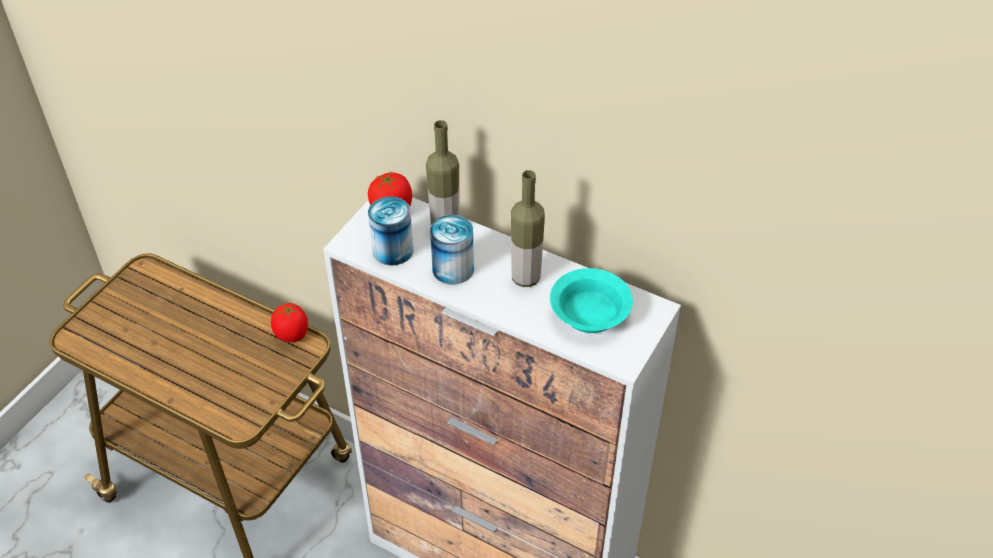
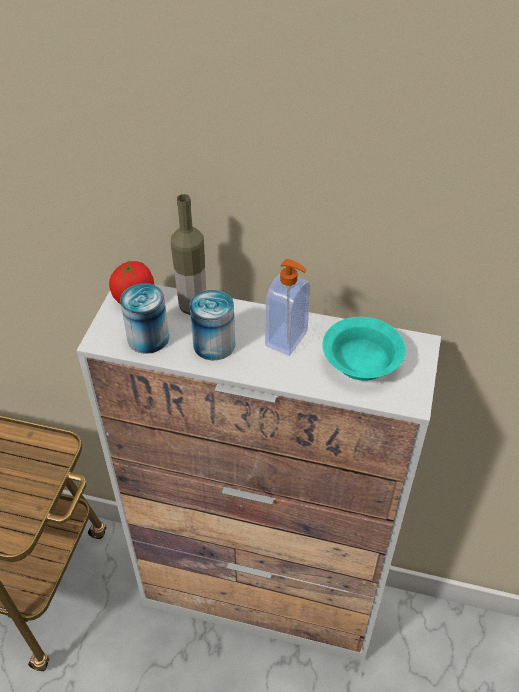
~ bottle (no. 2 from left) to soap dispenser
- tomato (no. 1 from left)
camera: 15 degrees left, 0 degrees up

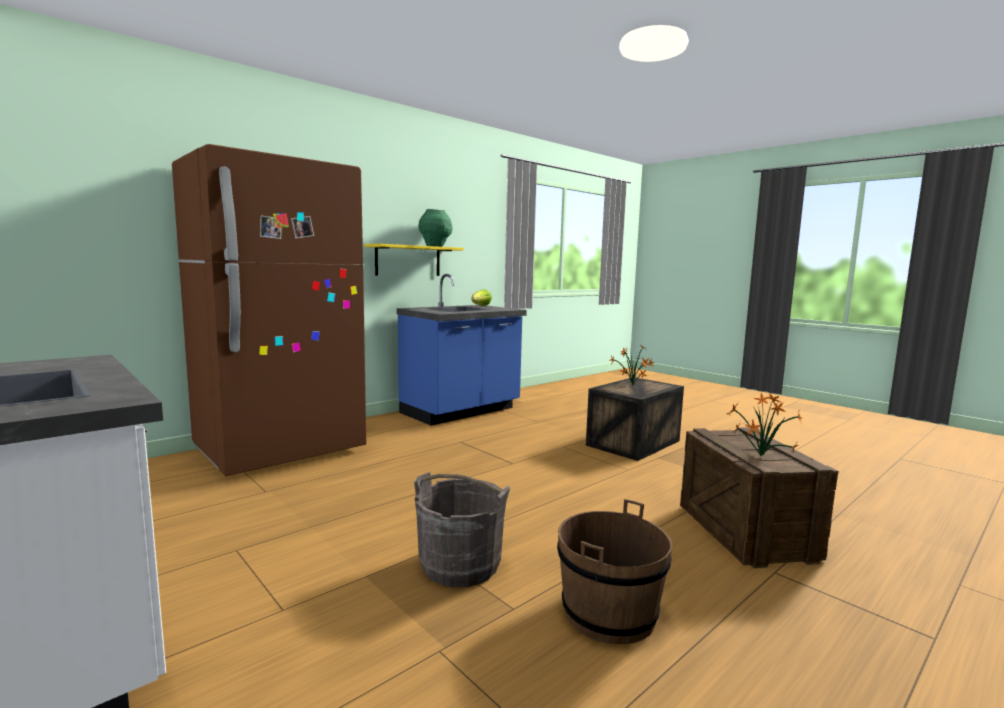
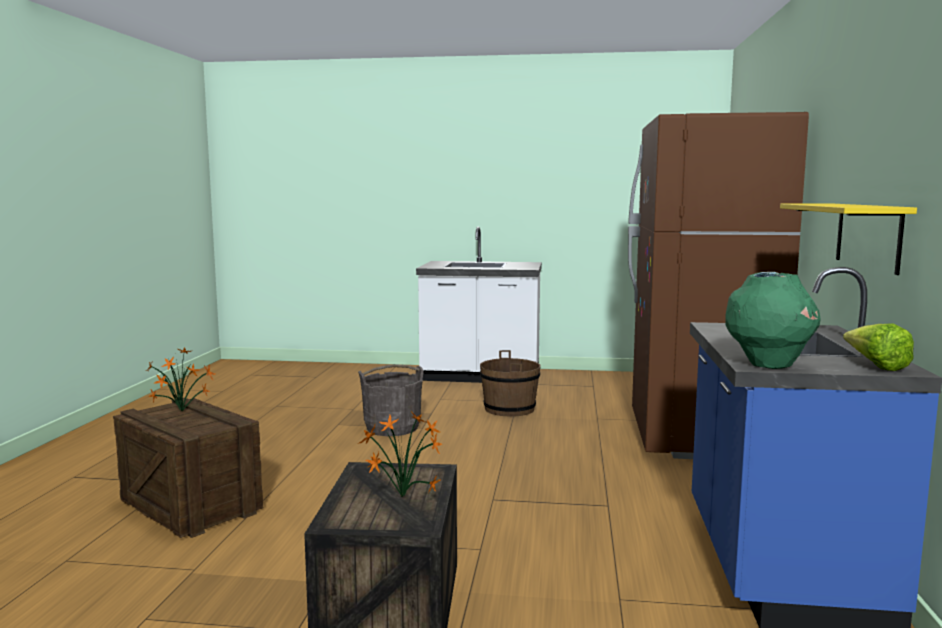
~ bucket in brown
~ vase in green
camera: 140 degrees right, 0 degrees up

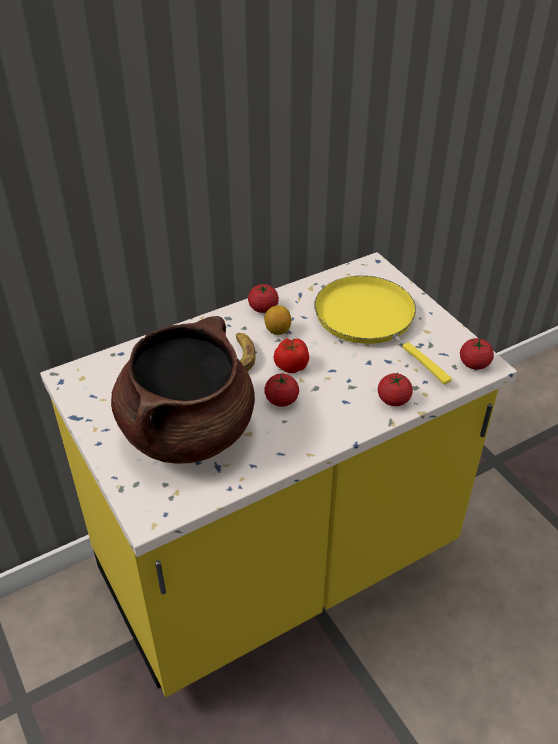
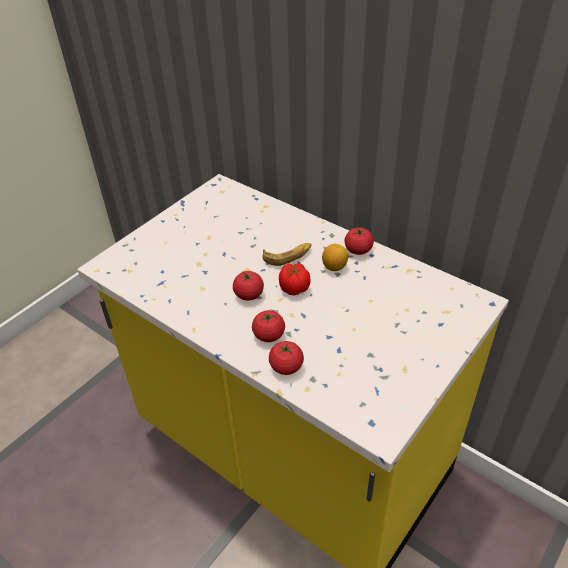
~ tomato (no. 5 from left in the first image) to tomato (no. 2 from left)
- cooking pot in brown
- frying pan in yellow
camera: 70 degrees right, 0 degrees up

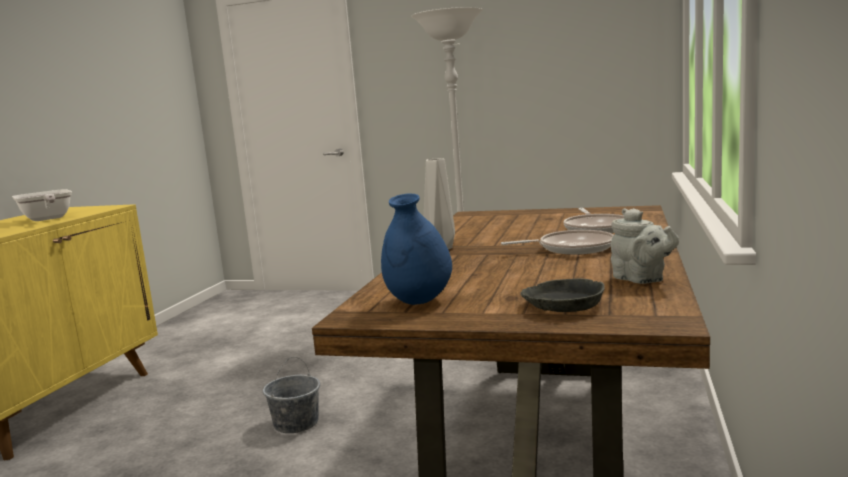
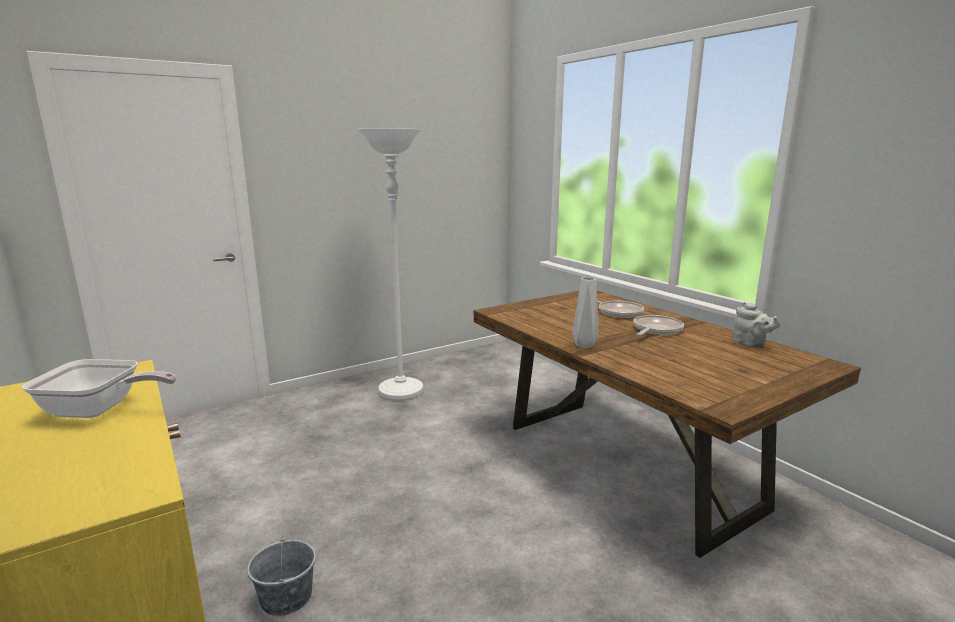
~ bucket in grey
~ teapot in grey 45 degrees clockwise
- vase in blue
- bowl in grey
camera: 50 degrees left, 5 degrees up

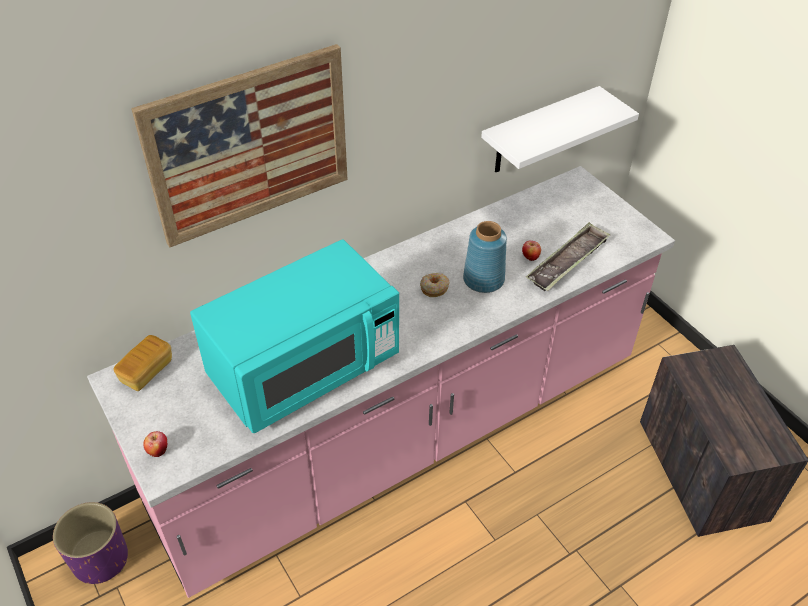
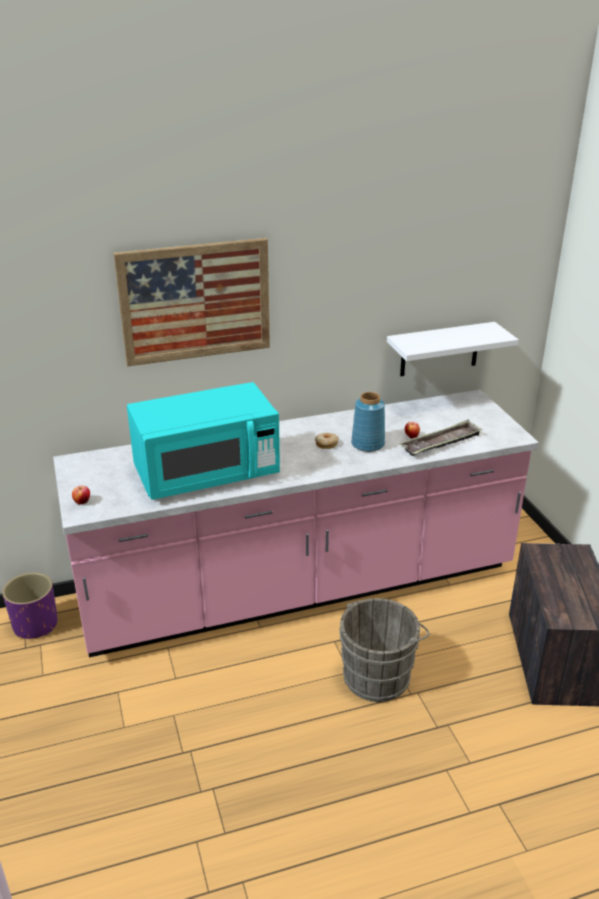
+ bucket in grey
- bread
camera: 15 degrees right, 15 degrees down

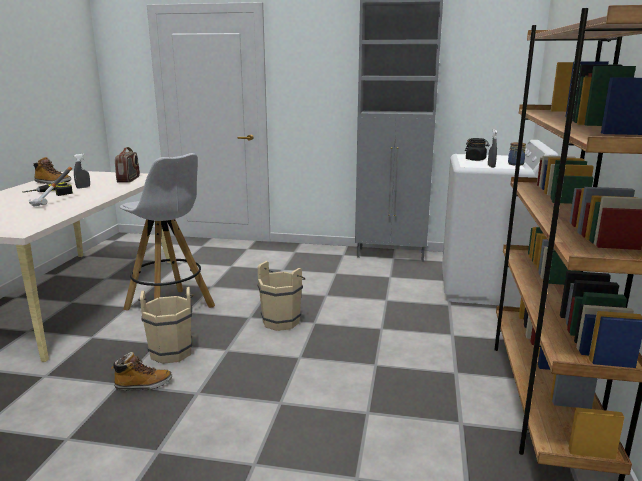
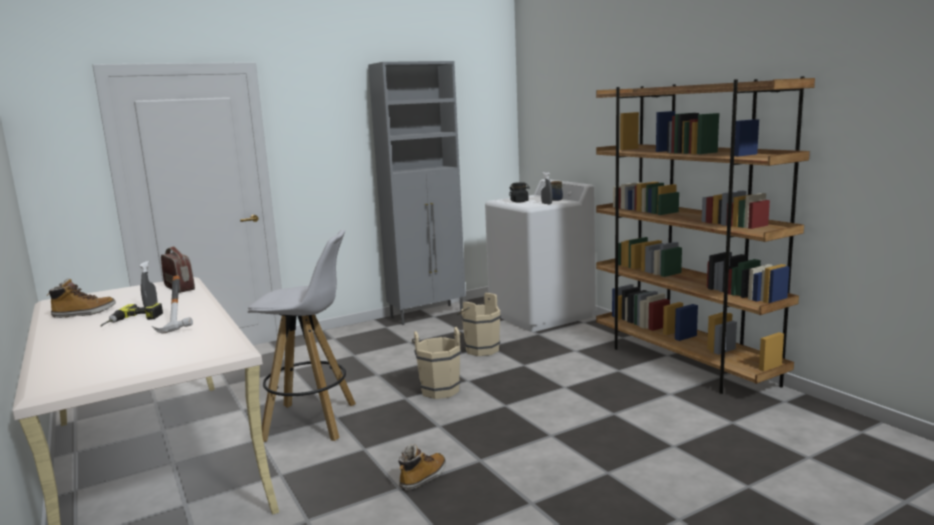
~ bucket in beige (no. 1 from left in the first image) to bucket in beige (no. 2 from left)
camera: 40 degrees left, 5 degrees down

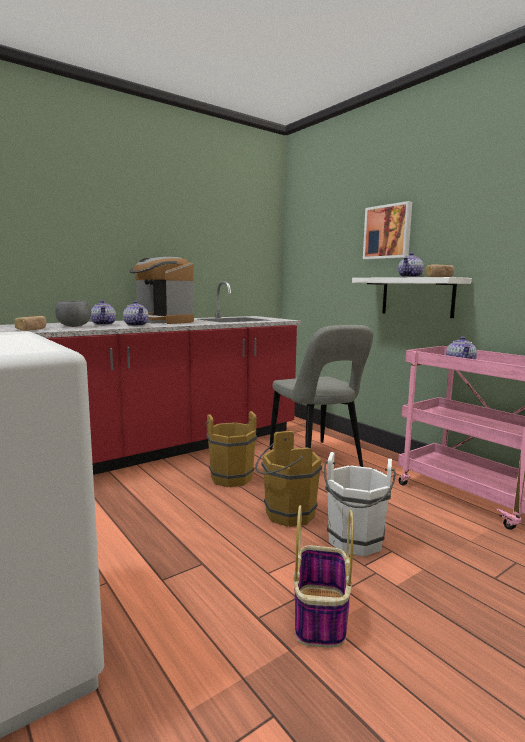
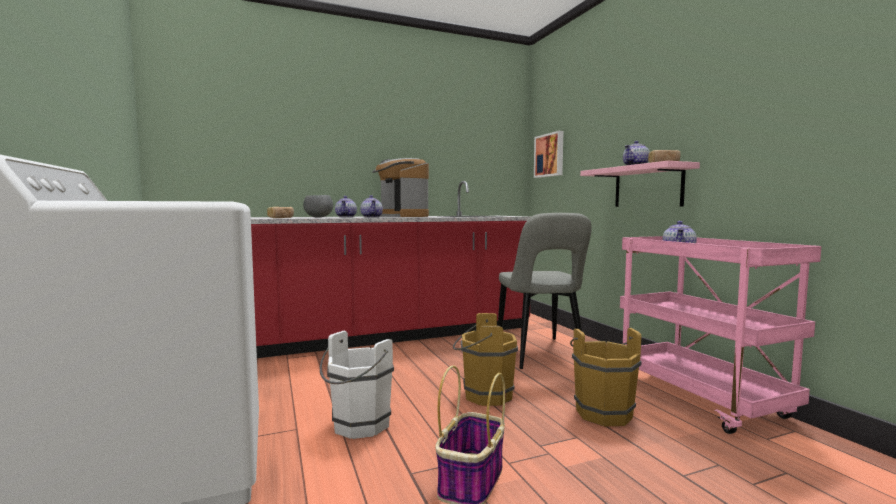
~ bucket in white
~ picture
~ bucket in brown (no. 1 from left in the first image) to bucket in brown (no. 2 from left)
~ shelf in white to shelf in pink
camera: 15 degrees right, 5 degrees down

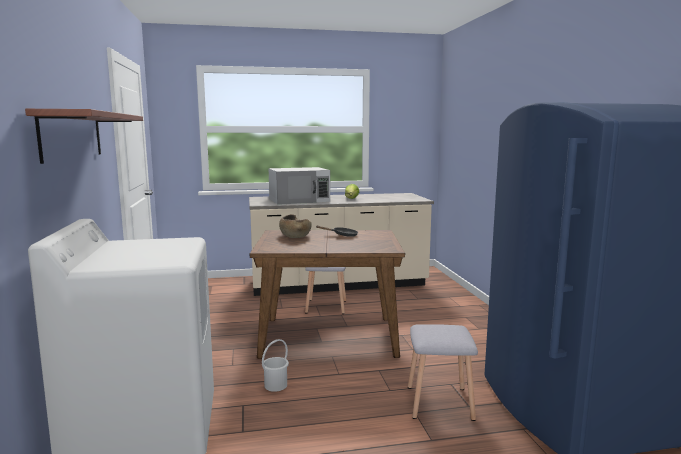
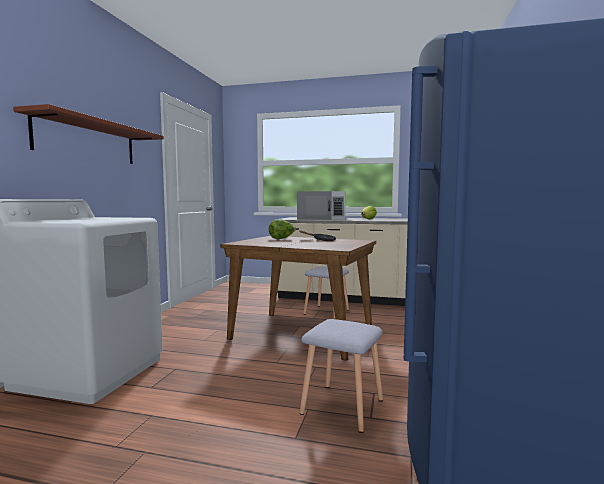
~ bowl in brown to lettuce (no. 1 from left)
- bucket in white
camera: 25 degrees right, 5 degrees down

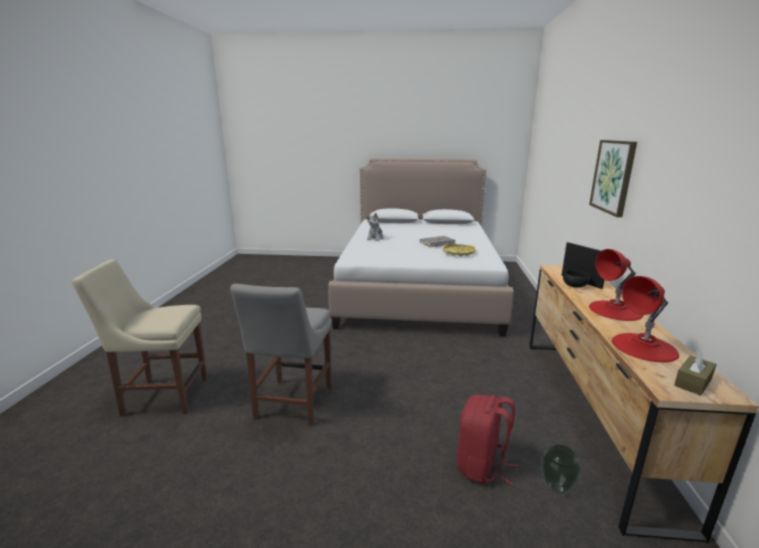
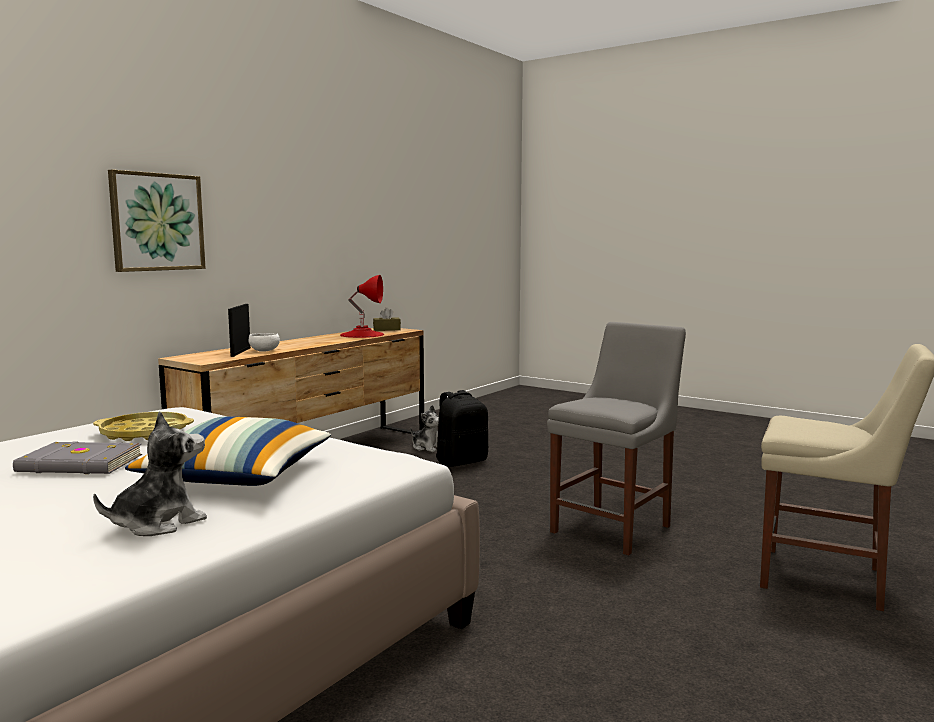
+ pillow
~ bowl in black to bowl in white
~ vase to plush toy (no. 2 from left)
~ backpack in red to backpack in black
- table lamp in red (no. 1 from left)
camera: 150 degrees left, 10 degrees down

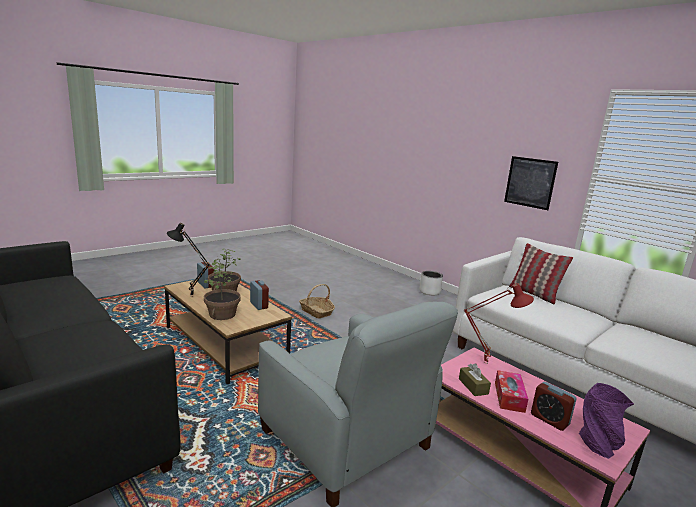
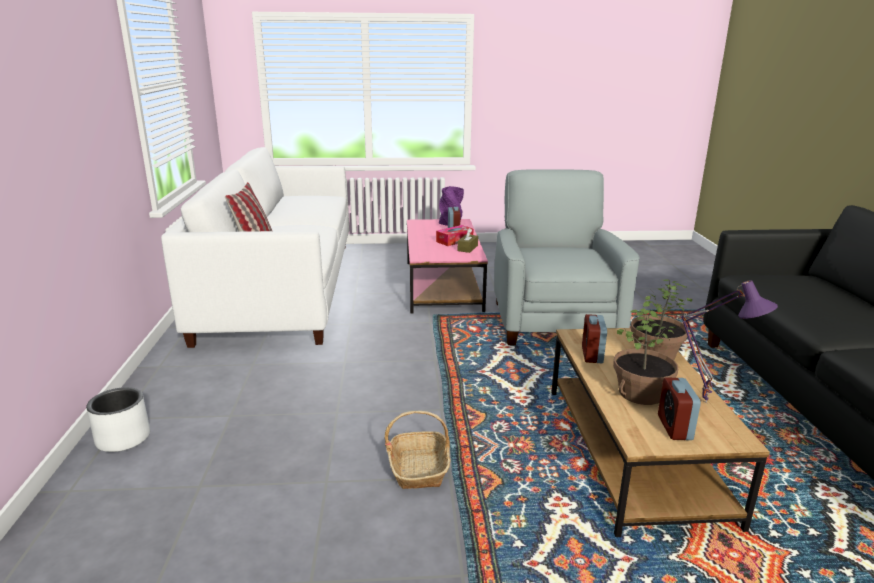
~ table lamp in black to table lamp in purple
- table lamp in red
- picture
camera: 140 degrees left, 5 degrees up

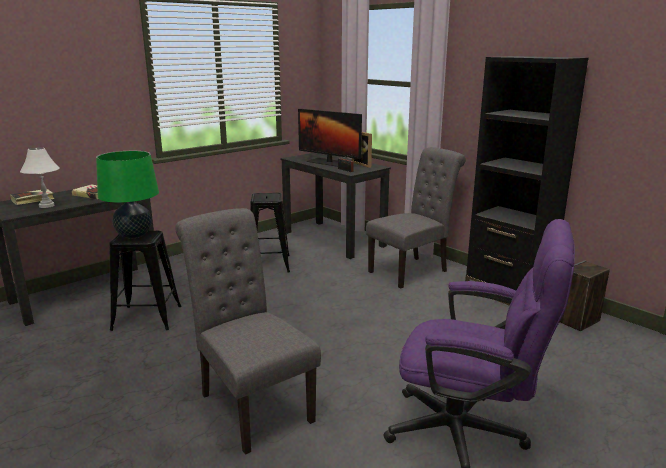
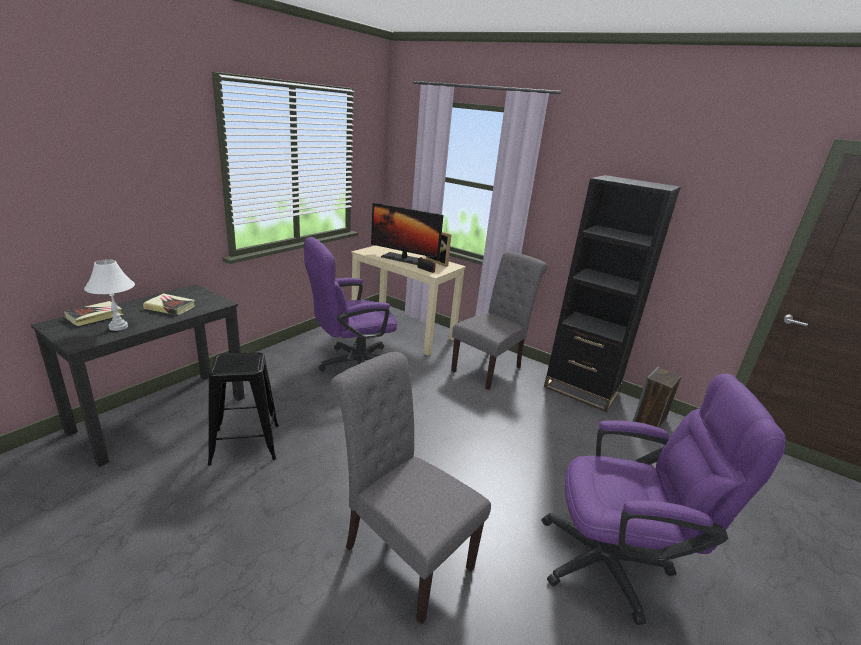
~ stool in black (no. 2 from left) to office chair in purple (no. 1 from left)
~ desk in black (no. 2 from left) to desk in beige
- table lamp in green
camera: 15 degrees left, 5 degrees up

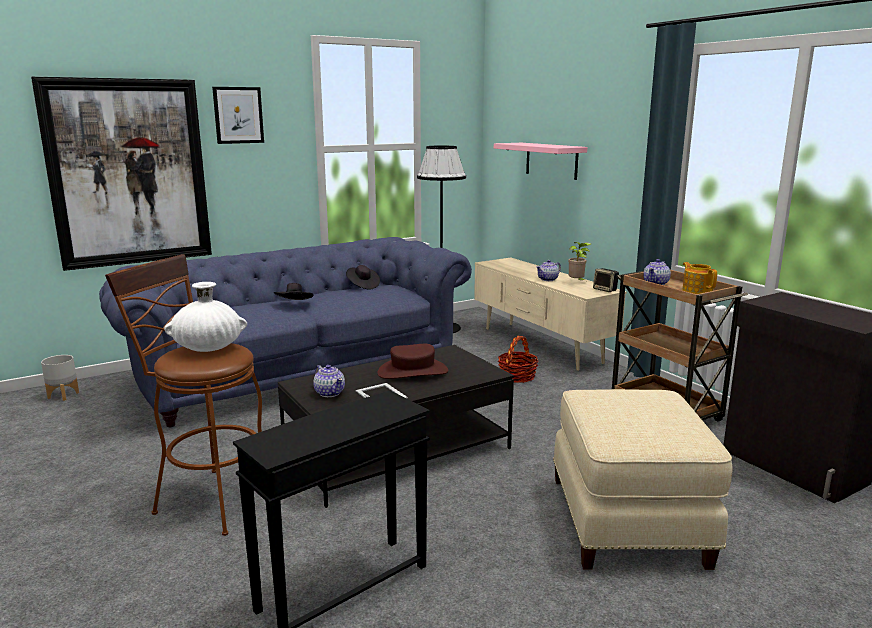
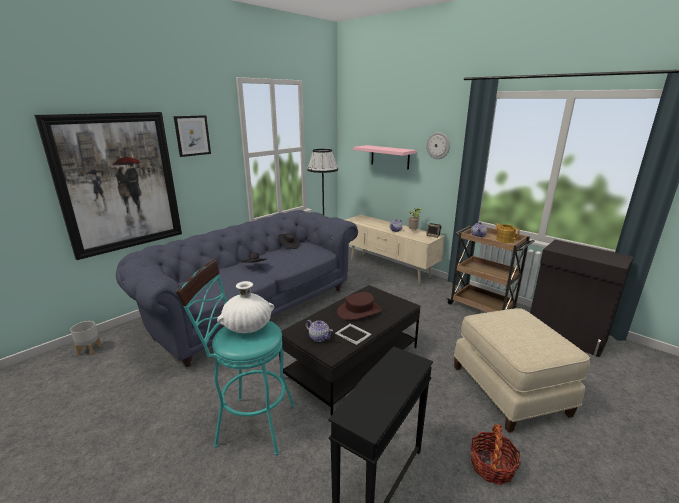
~ stool in brown to stool in turquoise
+ wall clock
~ basket
camera: 15 degrees left, 5 degrees up

